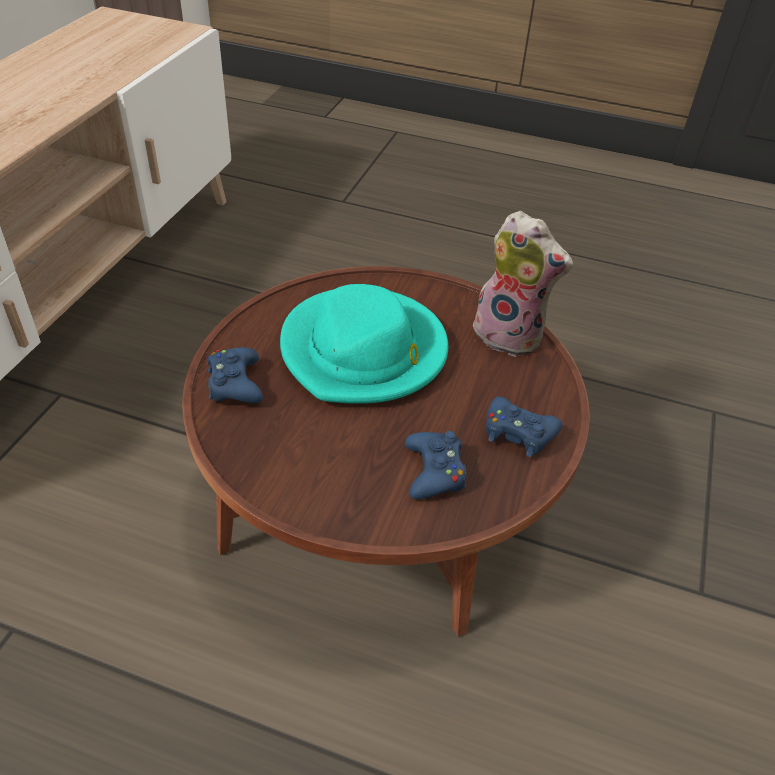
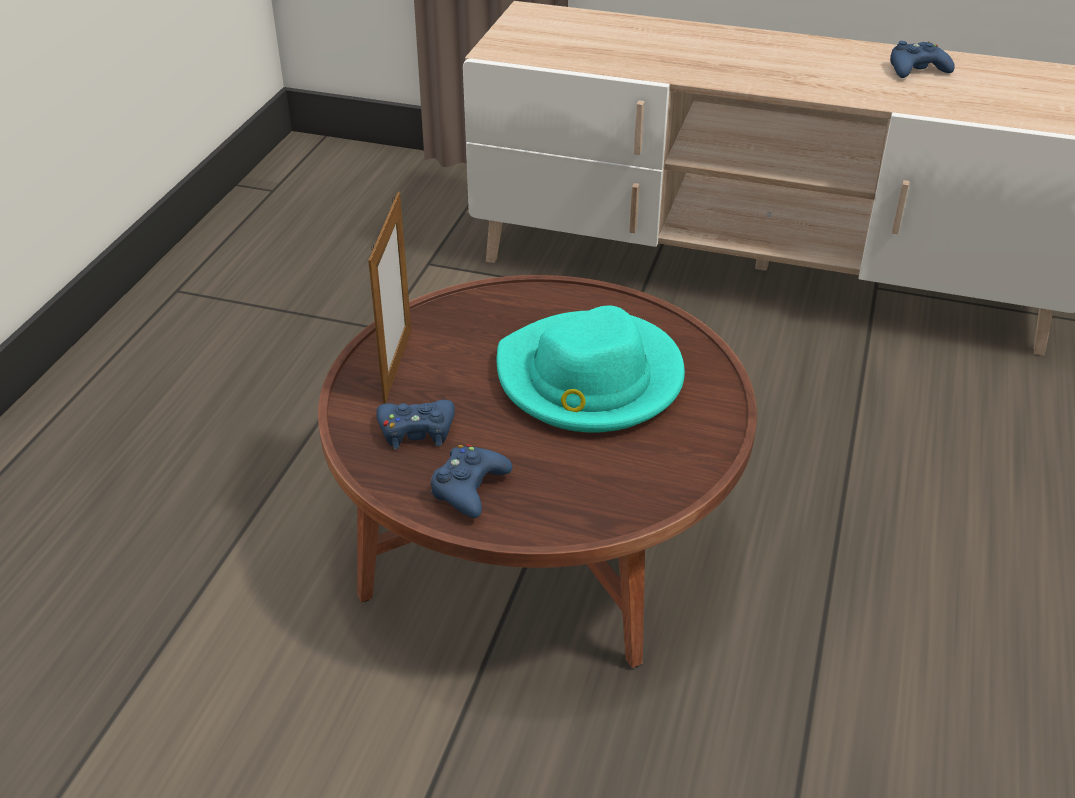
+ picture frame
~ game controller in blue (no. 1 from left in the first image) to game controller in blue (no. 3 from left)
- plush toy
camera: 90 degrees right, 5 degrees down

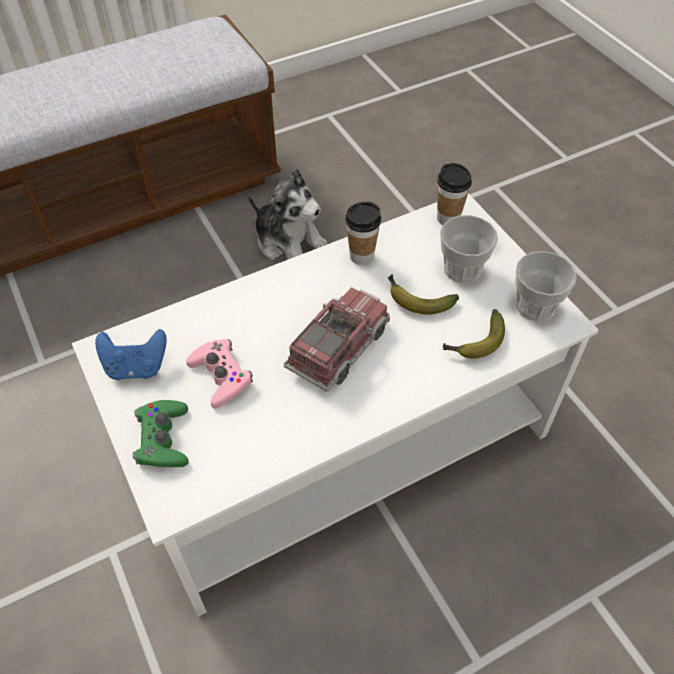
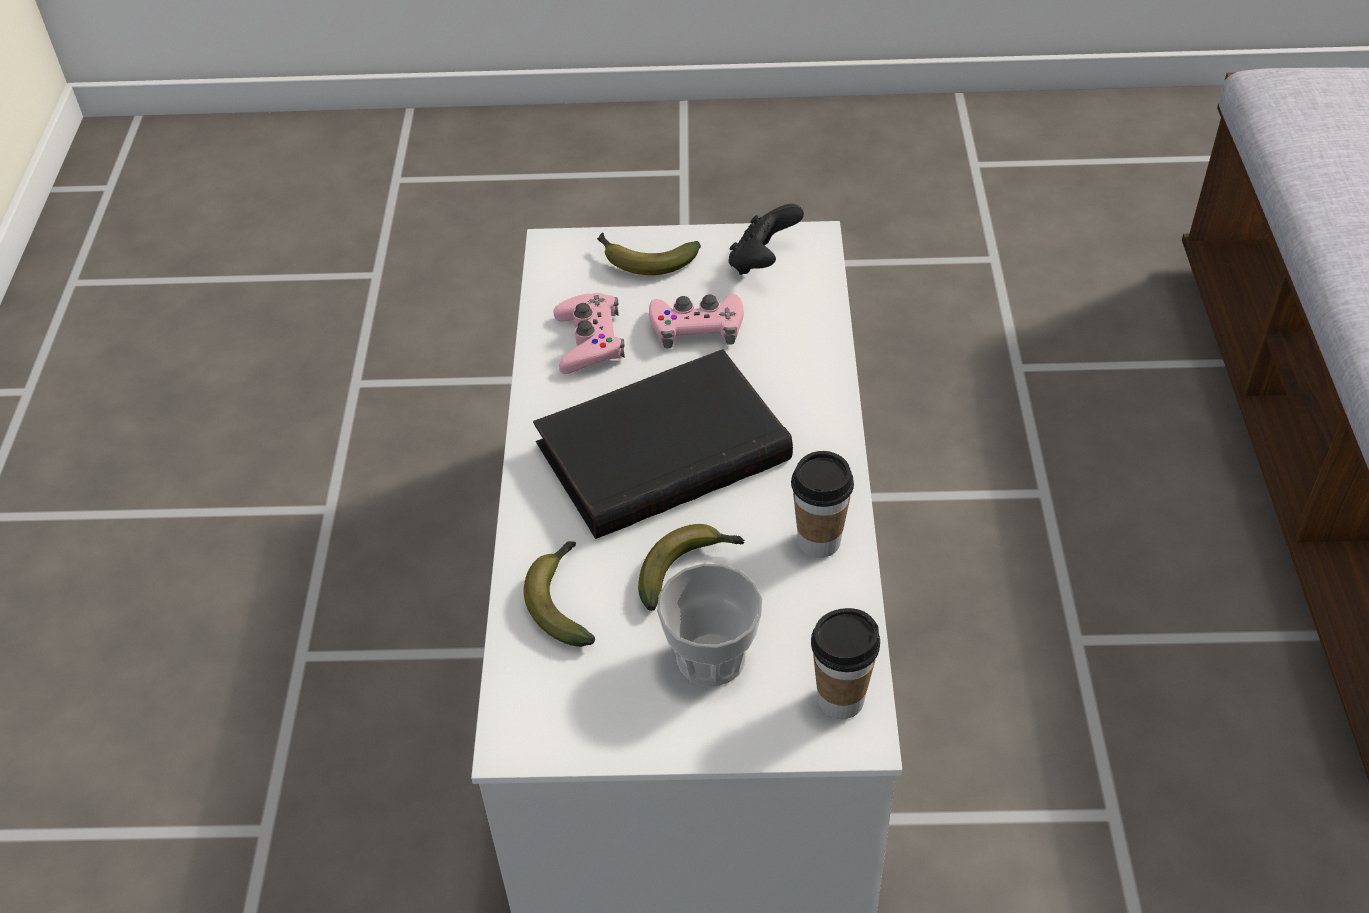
~ toy truck to book in black
+ game controller in pink (no. 1 from left)
~ game controller in green to banana (no. 2 from left)
~ game controller in blue to game controller in black
- plush toy
- cup (no. 4 from left)
camera: 120 degrees right, 5 degrees down

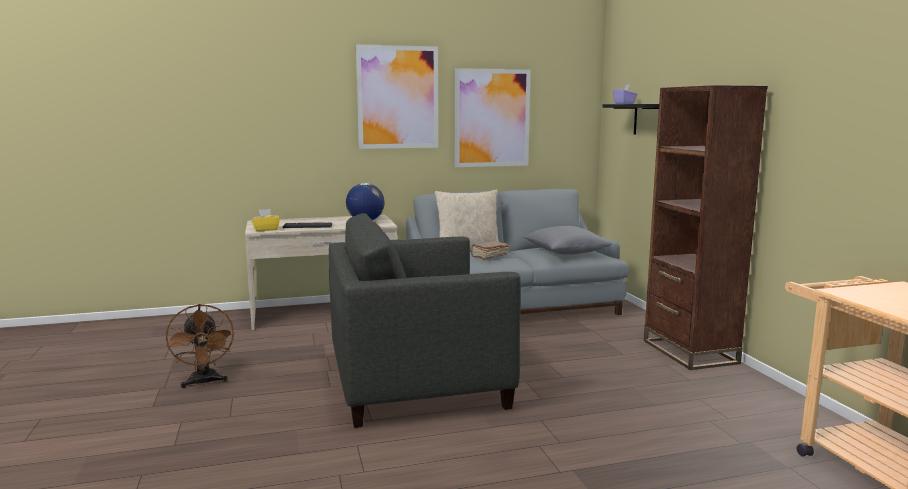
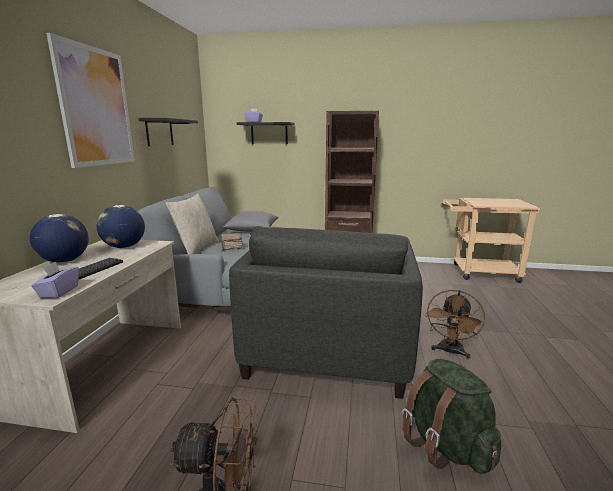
+ globe (no. 1 from left)
~ tissue box in yellow to tissue box in purple (no. 1 from left)
~ picture (no. 2 from left) to shelf in black (no. 1 from left)
+ backpack in green
+ fan in brown (no. 2 from left)
camera: 65 degrees left, 5 degrees up

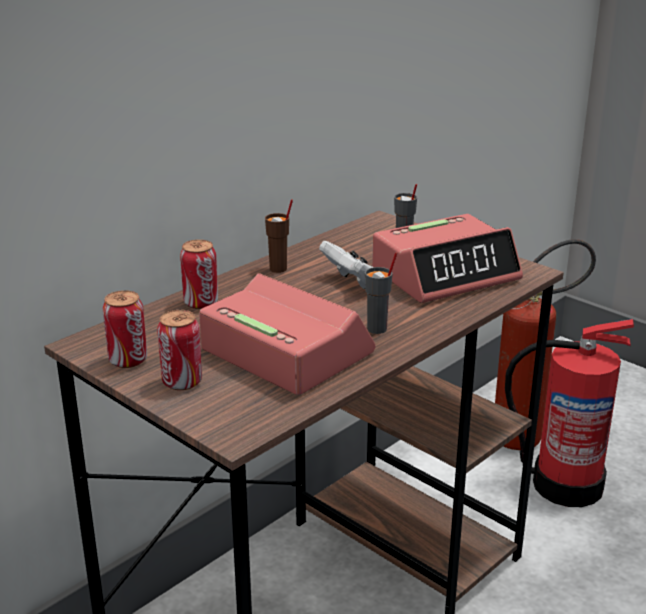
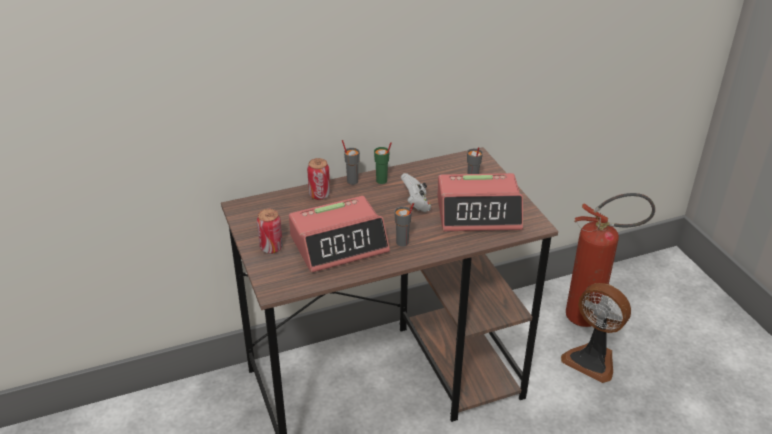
~ alarm clock (no. 1 from left) 90 degrees clockwise
+ cup in grey (no. 1 from left)
~ cup in brown to cup in green
~ fire extinguisher (no. 2 from left) to fan
- can (no. 1 from left)
camera: 25 degrees right, 10 degrees up

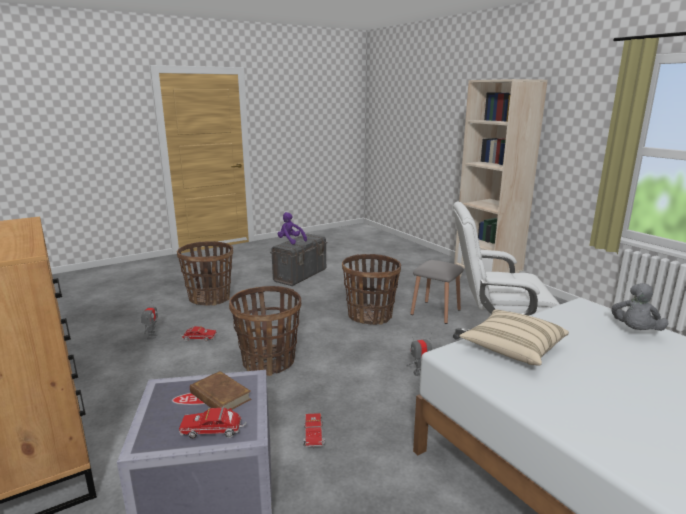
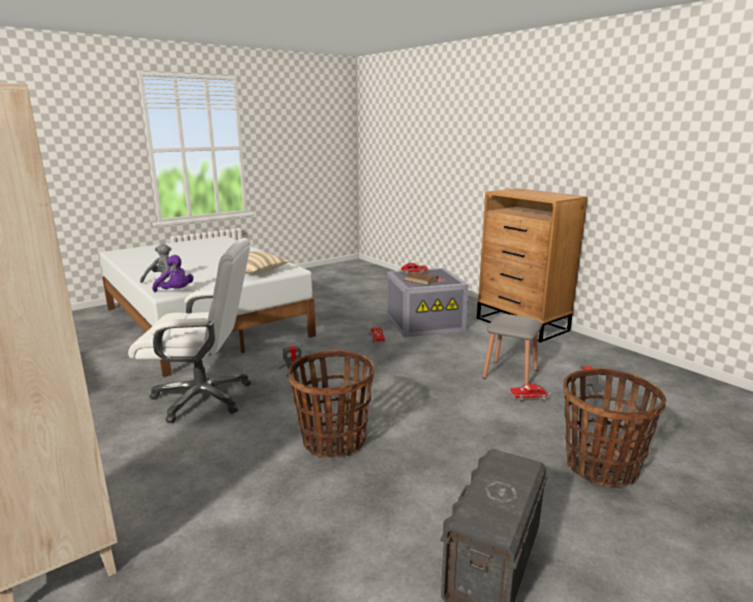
~ plush toy in purple
~ stool in grey
- basket (no. 2 from left)
camera: 175 degrees right, 0 degrees up

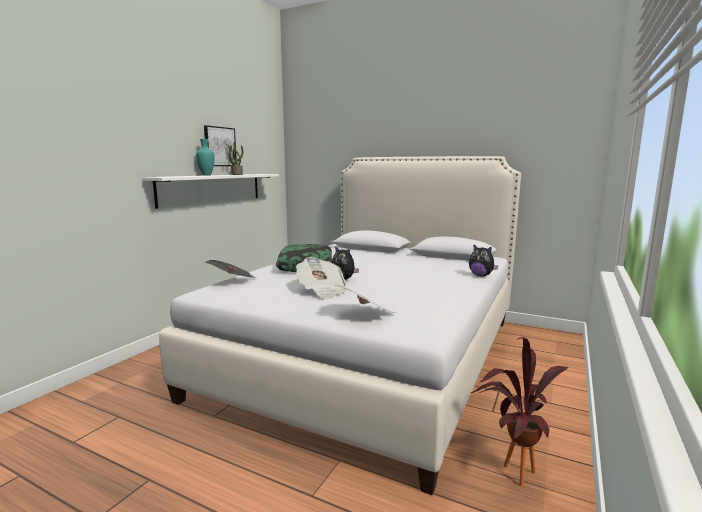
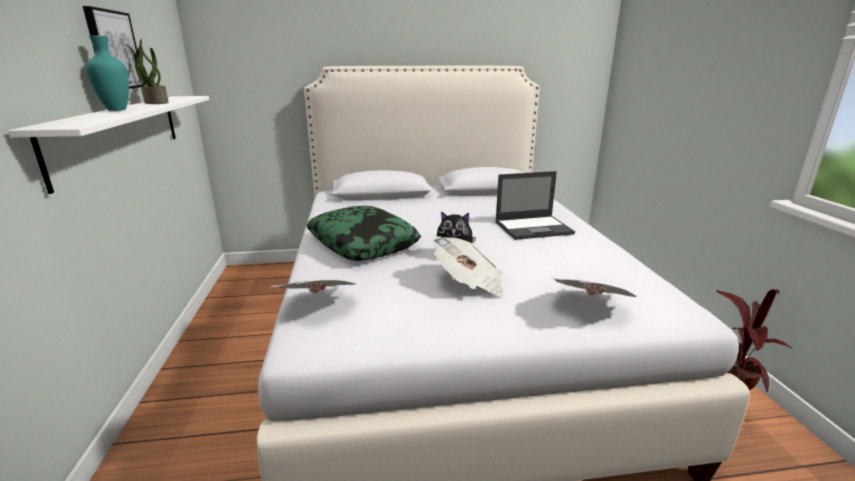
+ laptop
- plush toy (no. 2 from left)
camera: 35 degrees left, 10 degrees up

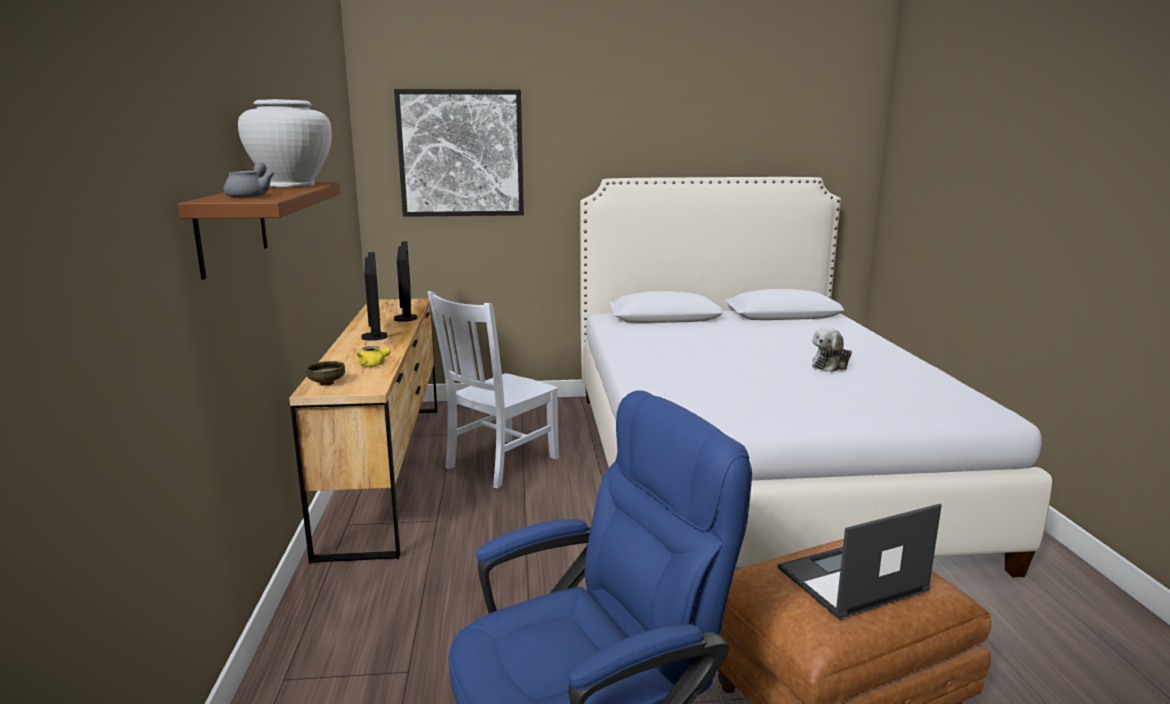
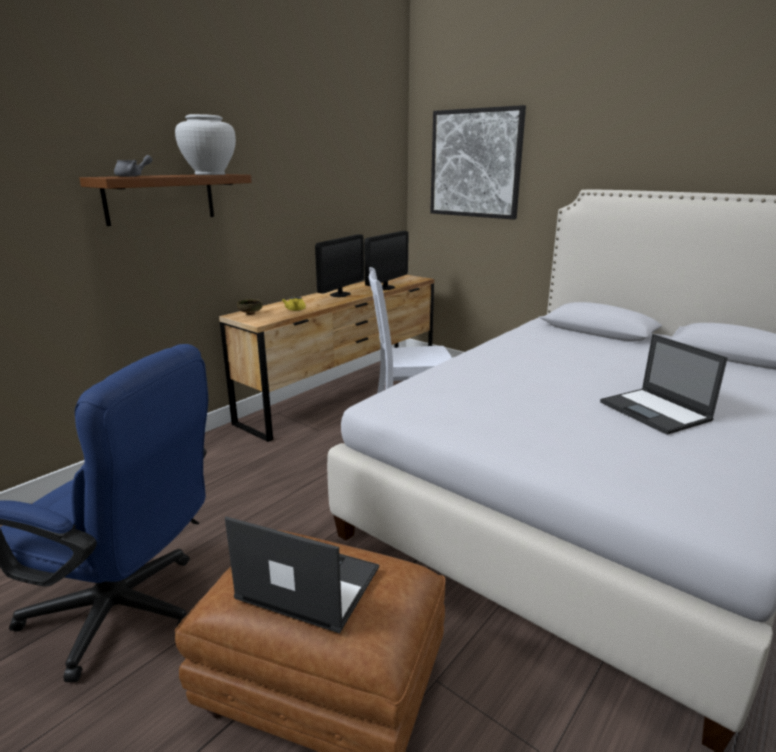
~ plush toy to laptop (no. 2 from left)
camera: 45 degrees right, 5 degrees up

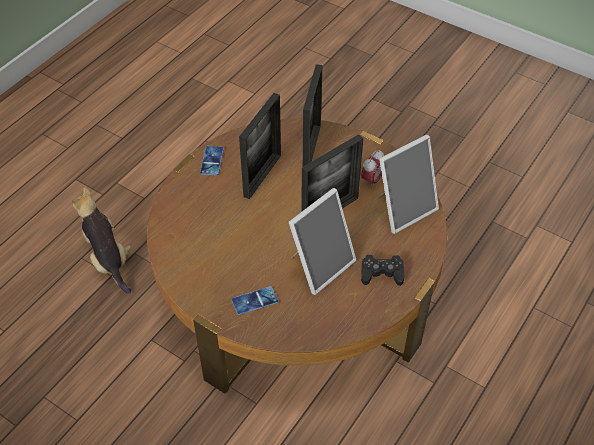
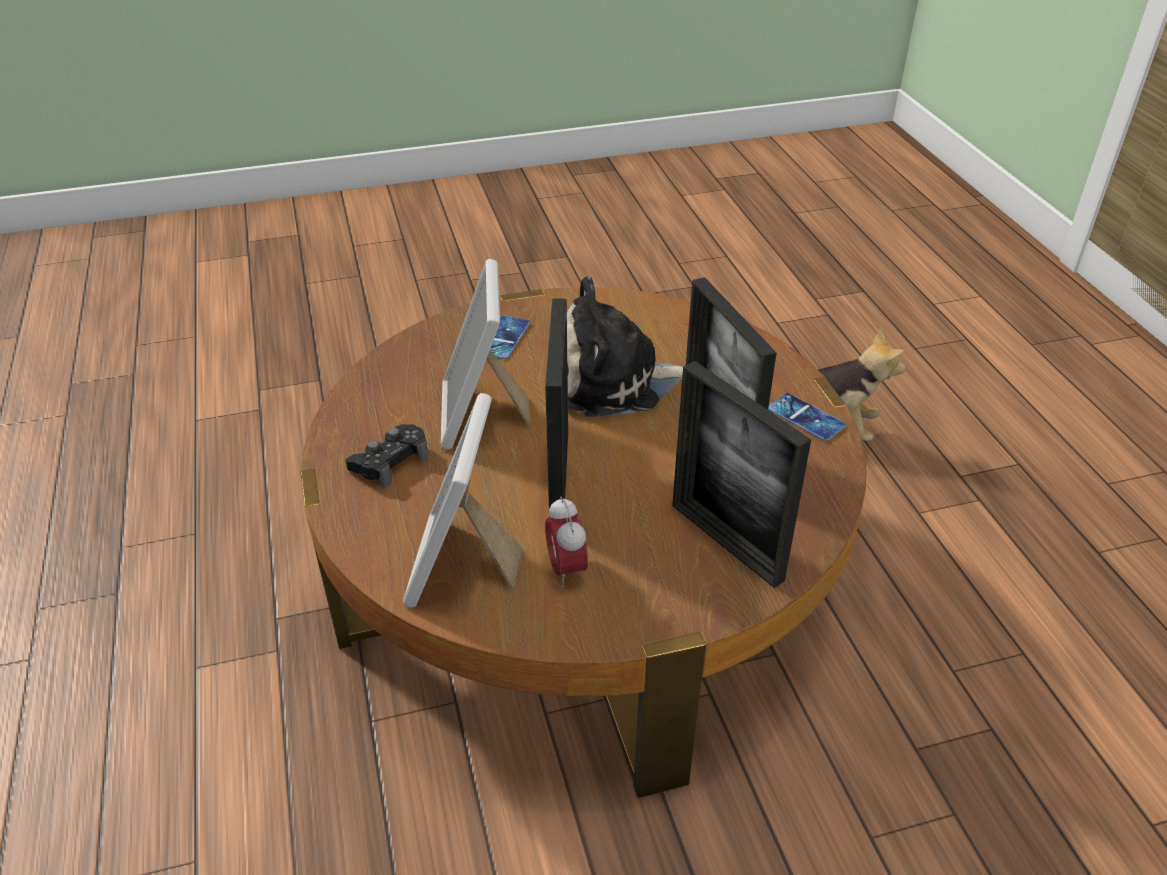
+ plush toy (no. 1 from left)
camera: 130 degrees right, 10 degrees down

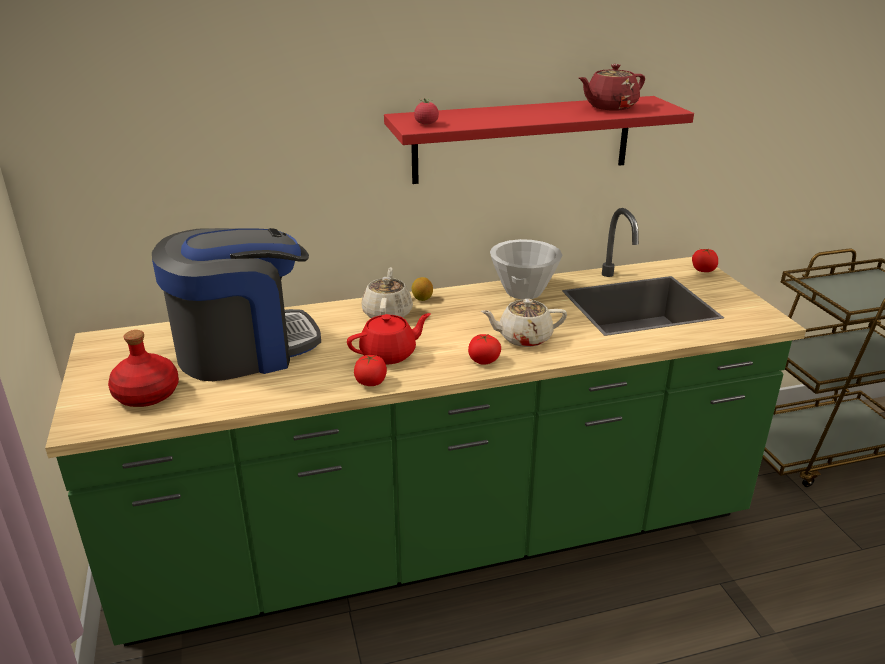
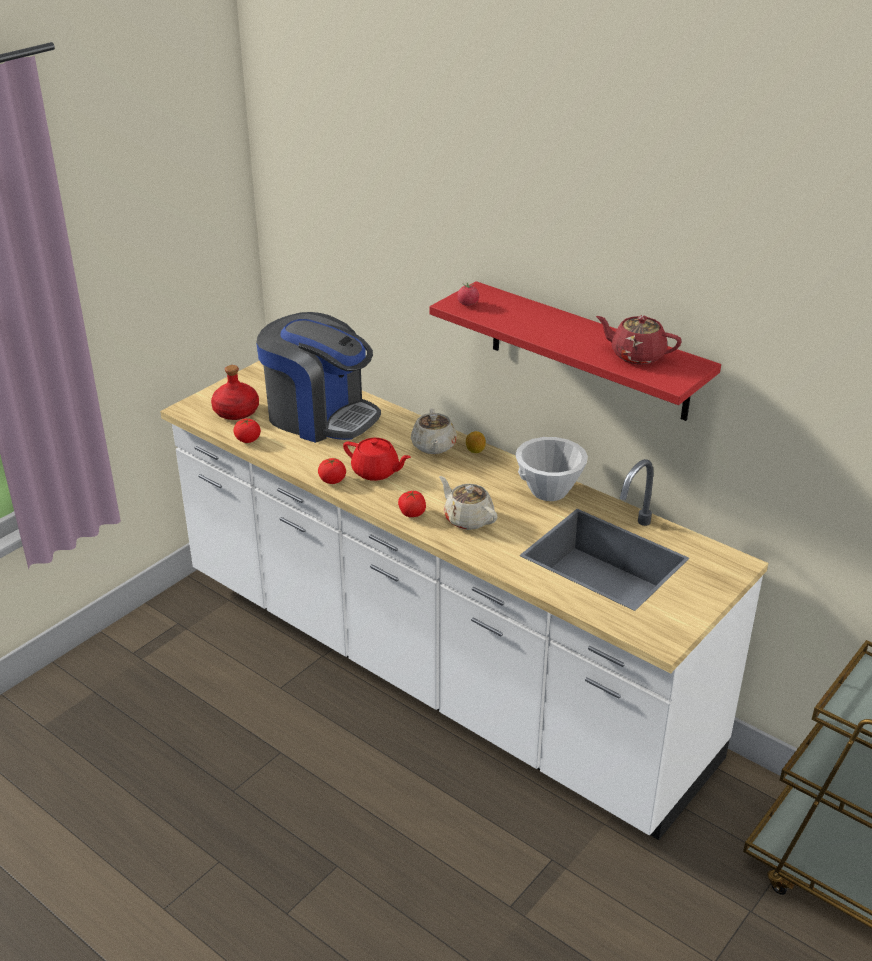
~ counter in green to counter in white
~ tomato (no. 4 from left in the first image) to tomato (no. 1 from left)
~ teapot in beige (no. 1 from left) 120 degrees clockwise
camera: 55 degrees right, 5 degrees up

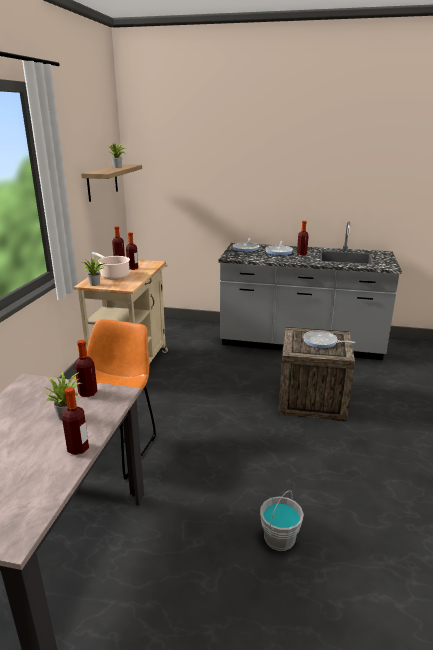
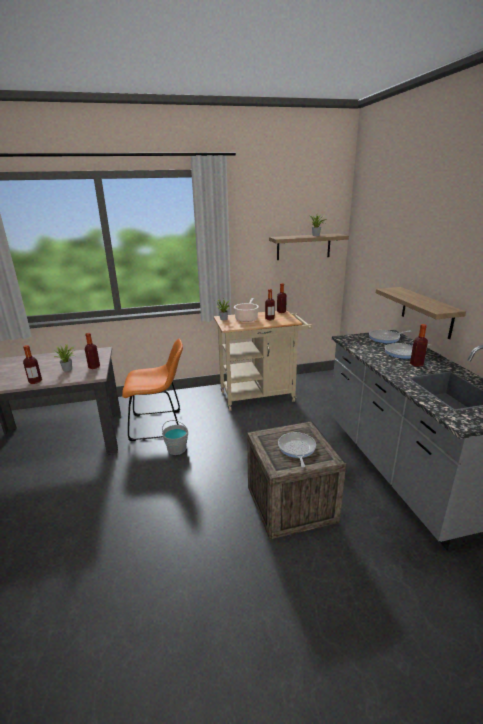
~ bucket in grey
+ shelf (no. 2 from left)
camera: 65 degrees right, 0 degrees up

